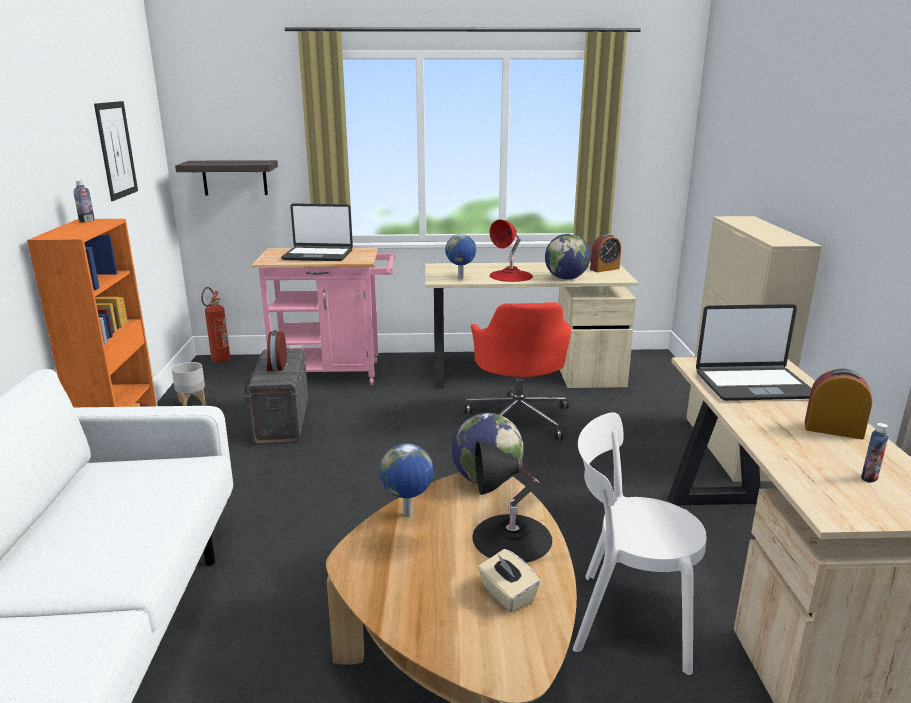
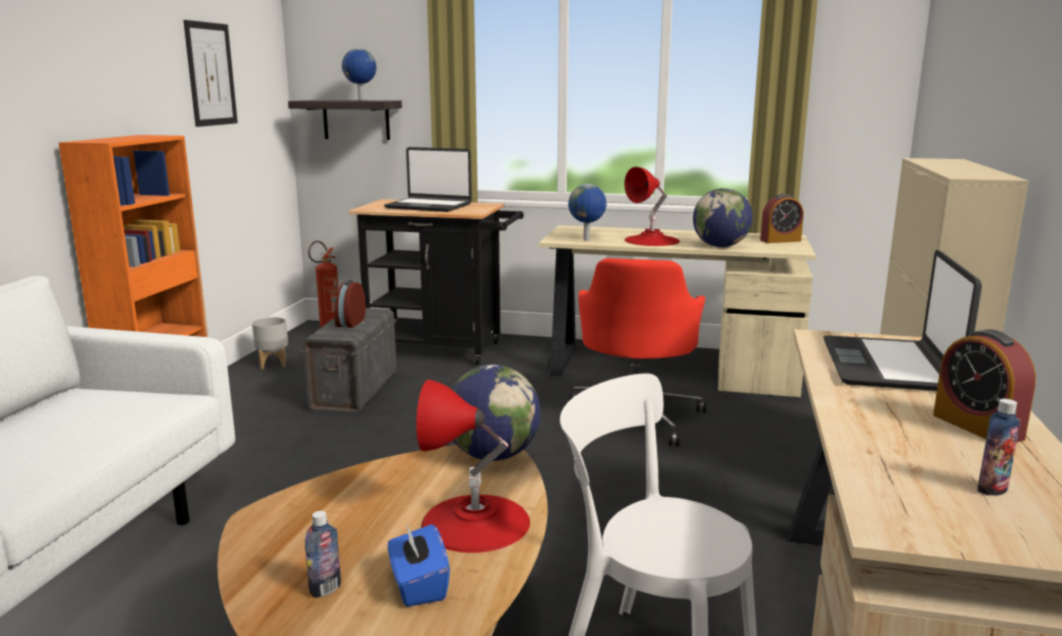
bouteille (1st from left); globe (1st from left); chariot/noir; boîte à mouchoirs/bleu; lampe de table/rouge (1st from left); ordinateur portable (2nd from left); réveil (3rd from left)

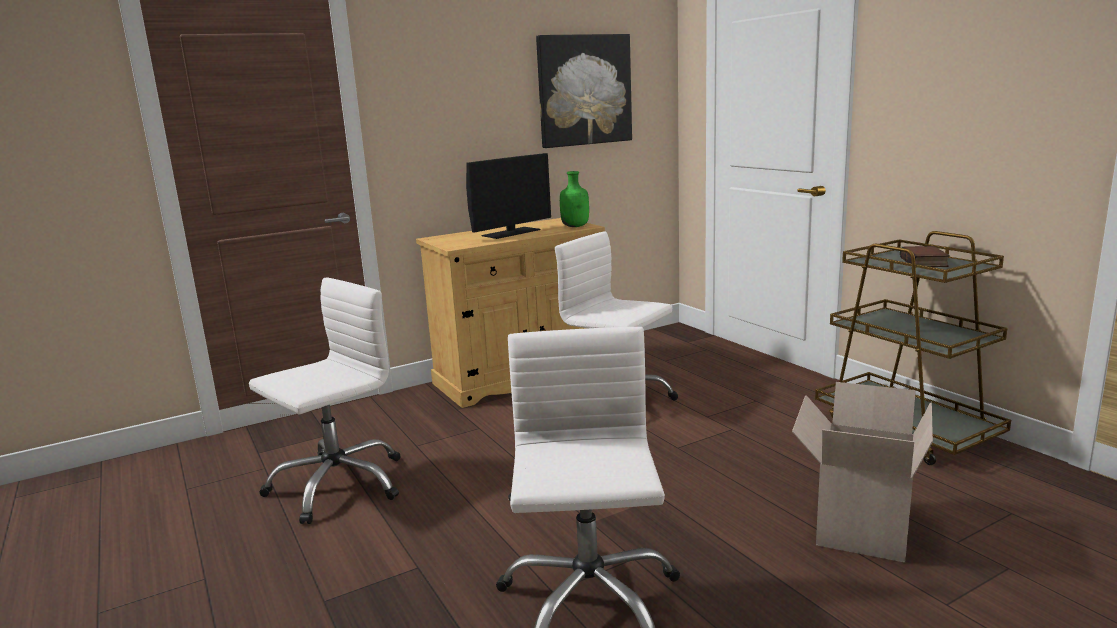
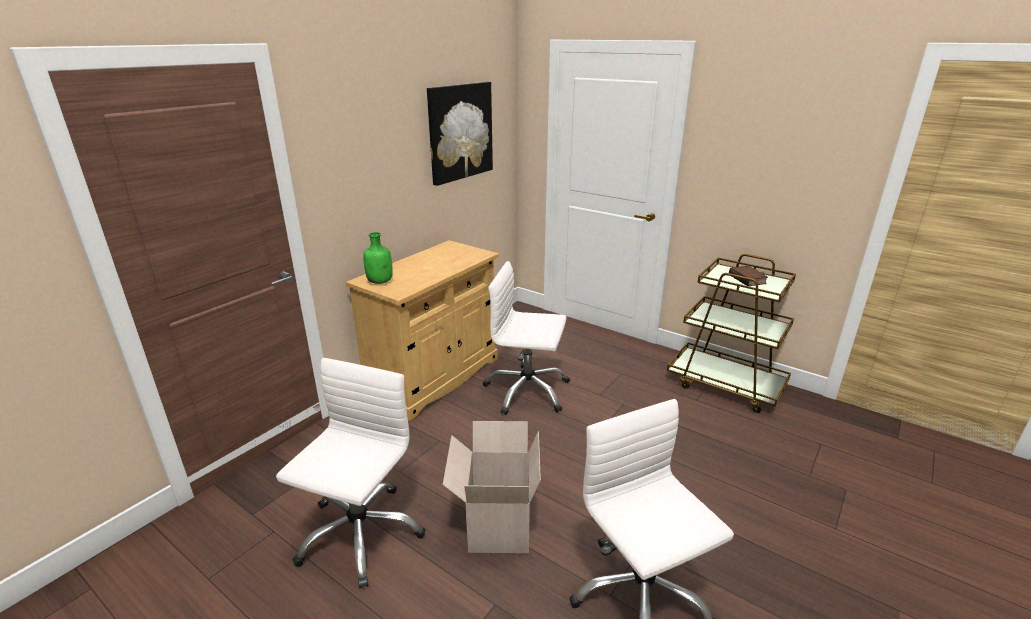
bouteille/vert; carton; écran d'ordinateur

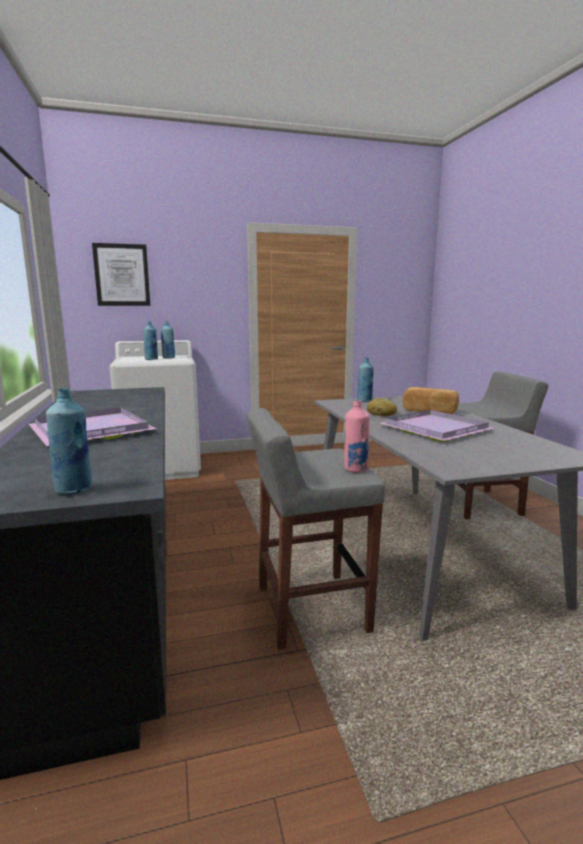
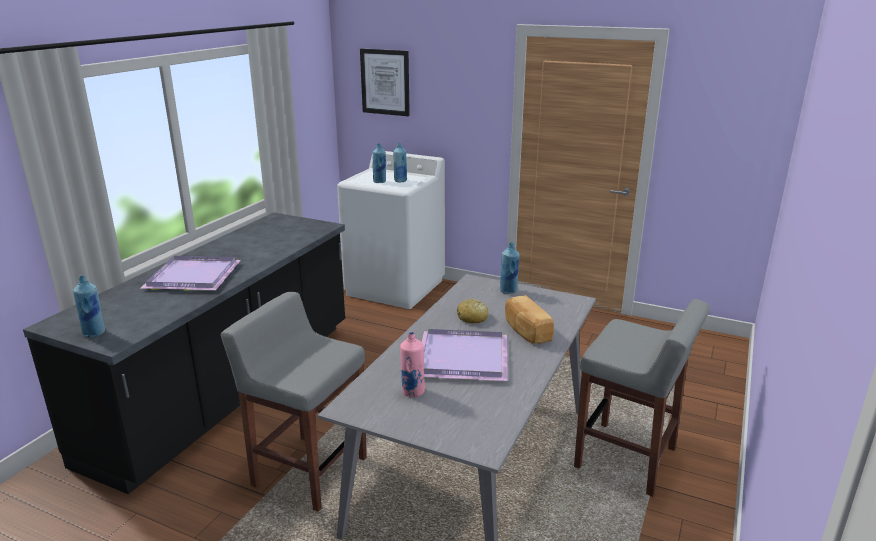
bouteille/rose

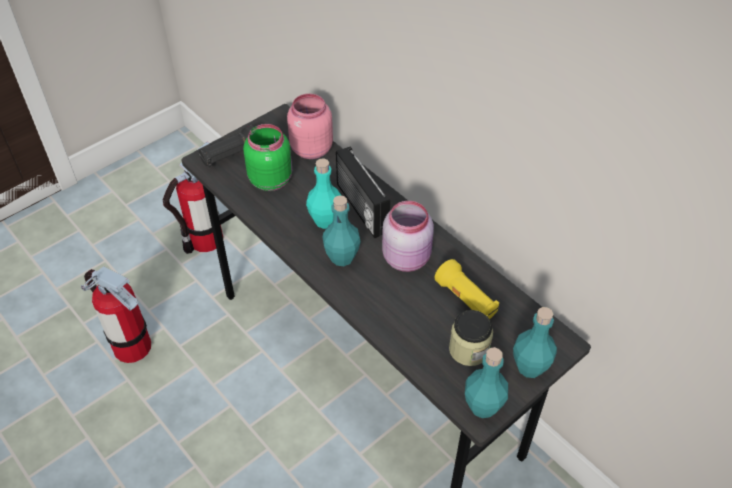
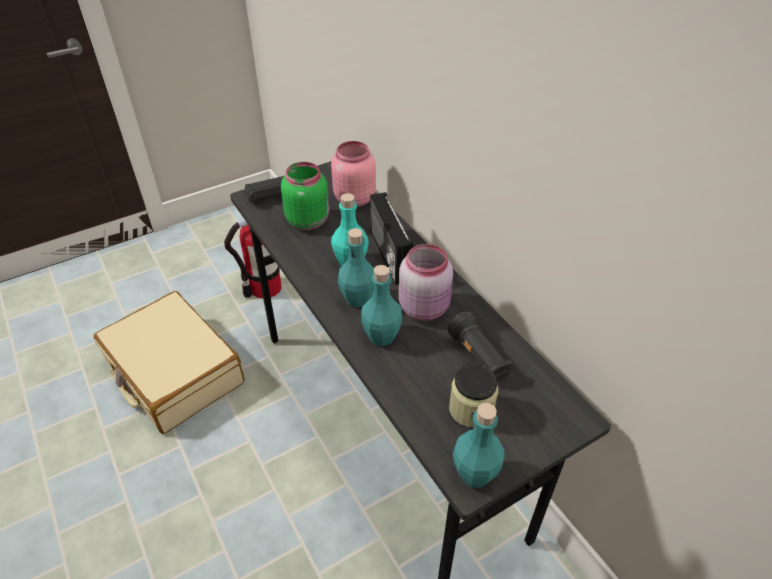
valise/beige; bouteille/turquoise (3rd from left); lampe de poche/noir (2nd from left)

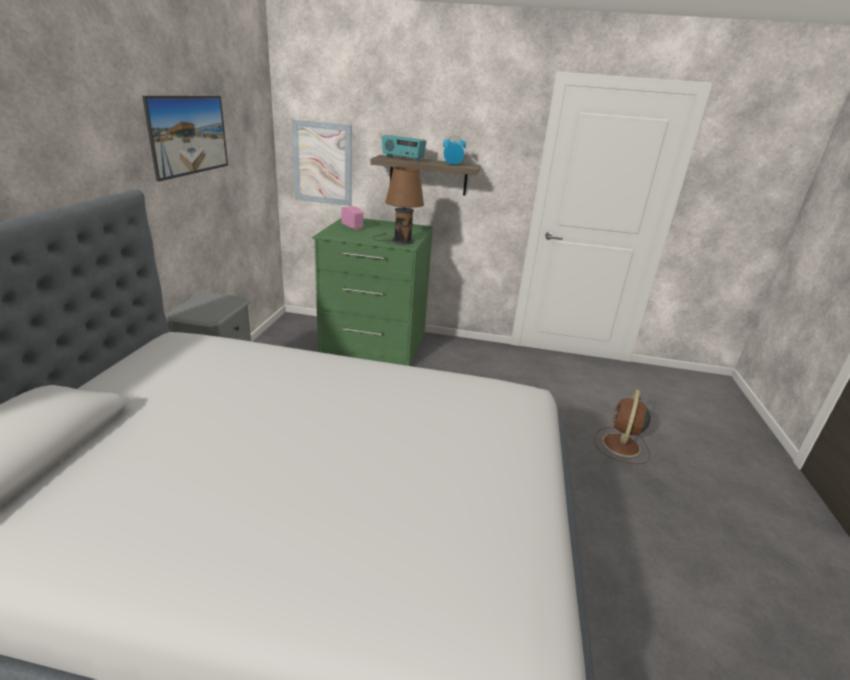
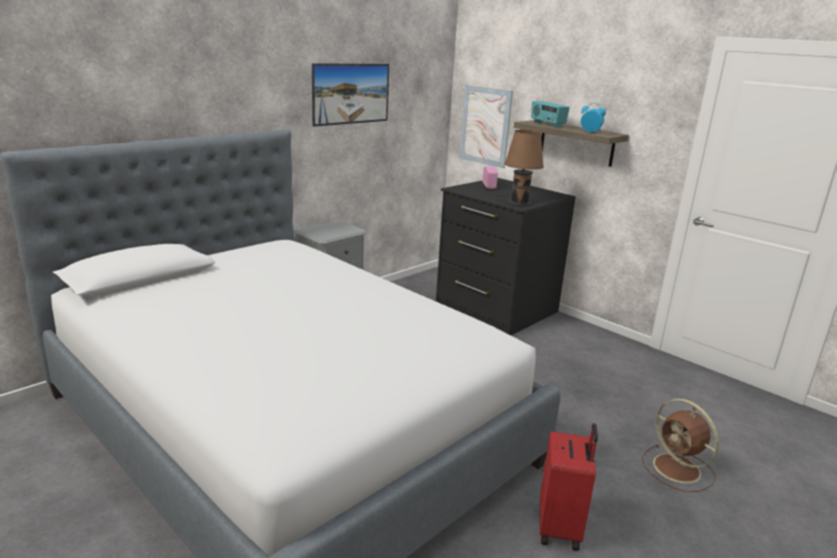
commode/noir; valise/rouge; ventilateur/marron

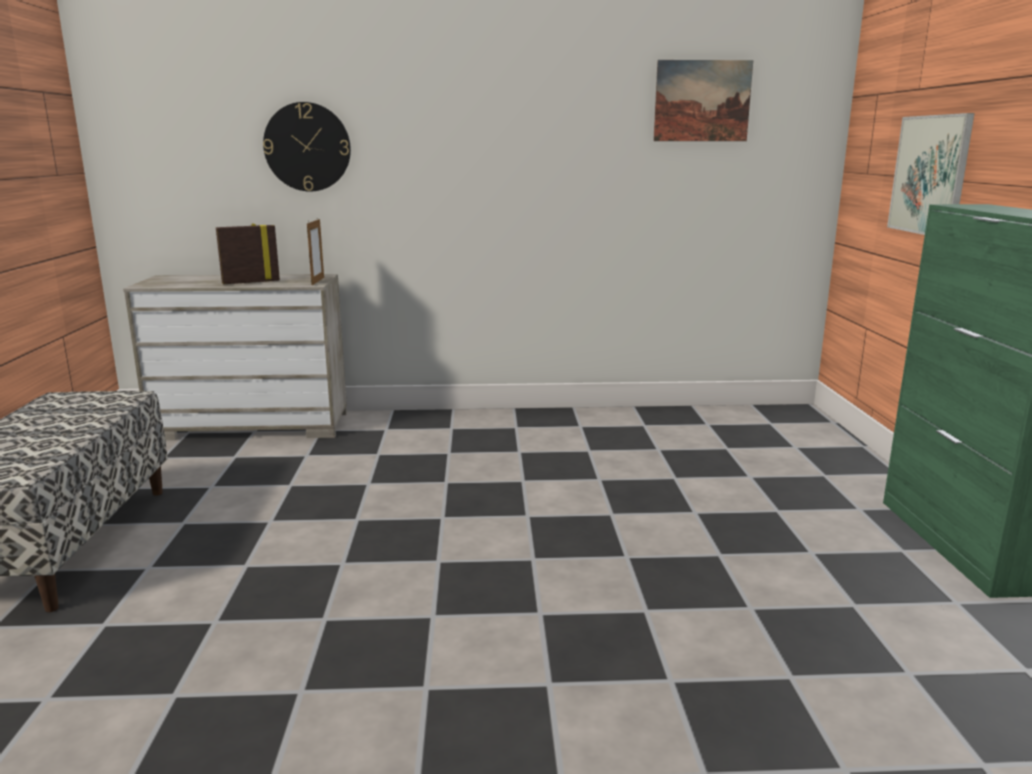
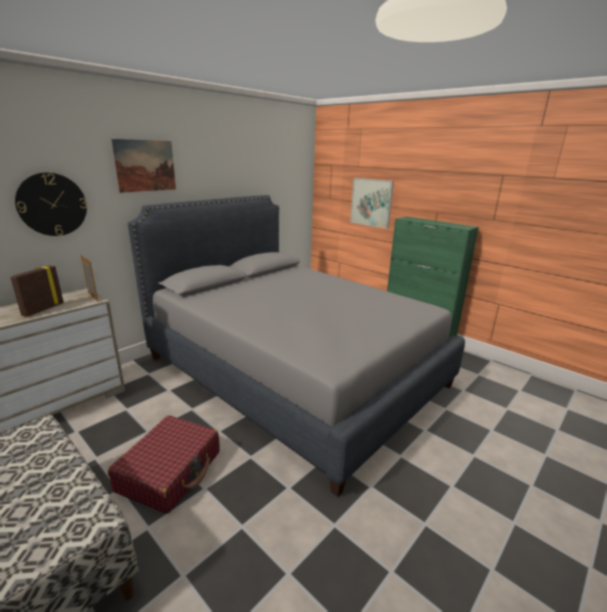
valise/rouge; tableau (1st from left); lit/gris

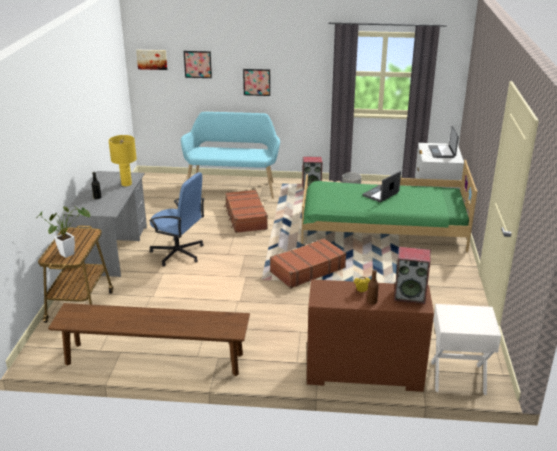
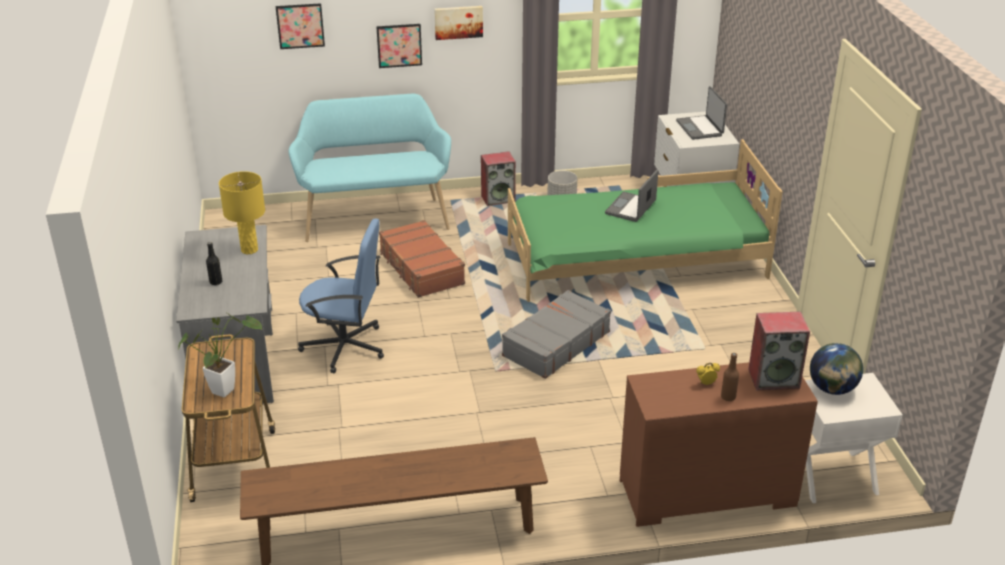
tableau (3rd from left); valise/gris; globe

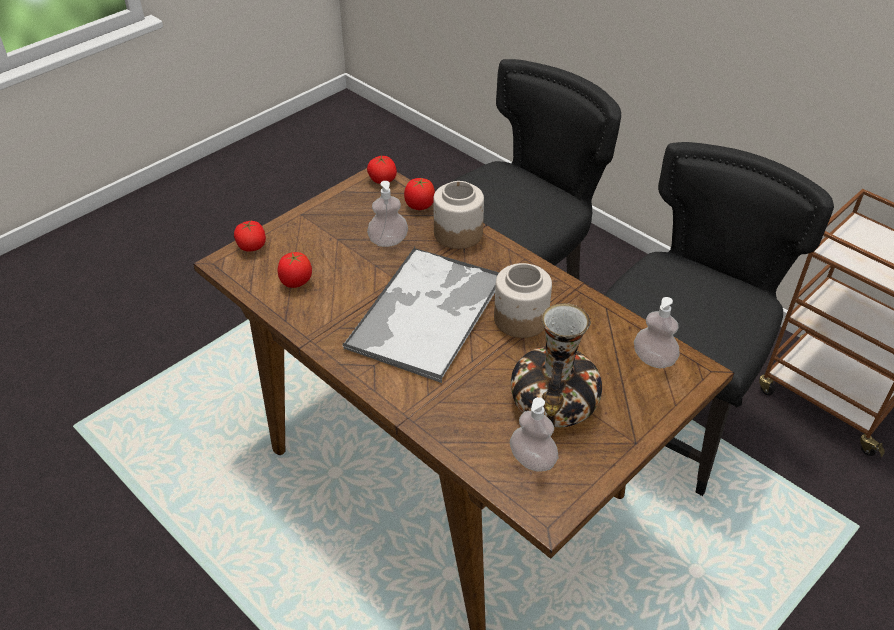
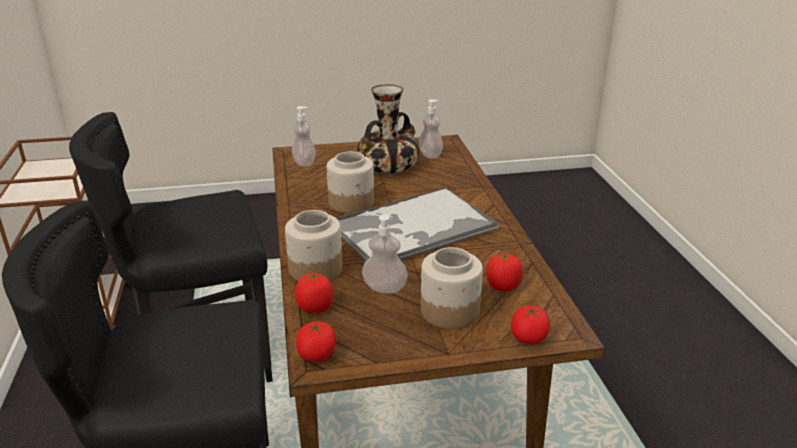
bocal (3rd from left)

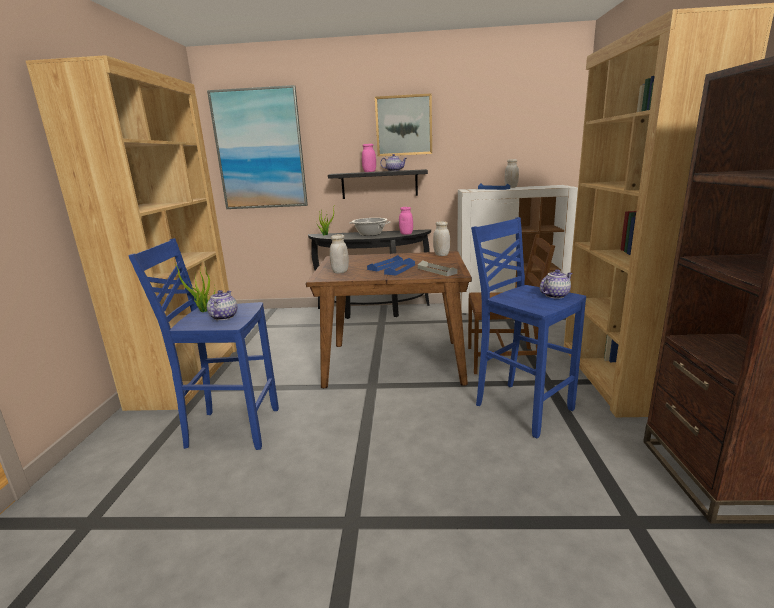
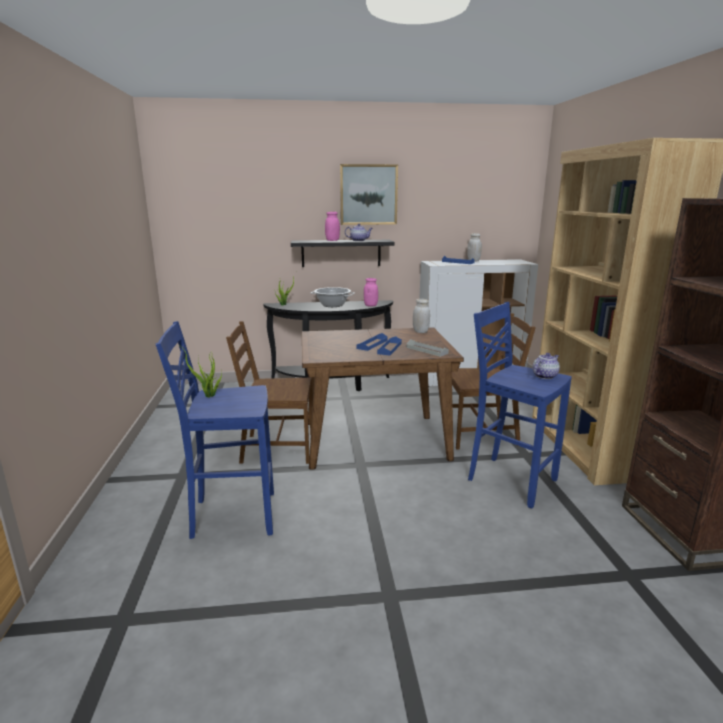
chaise/marron (1st from left); bibliothèque/marron (1st from left in the first image); tableau (1st from left in the first image); théière (1st from left in the first image); bocal/blanc (1st from left in the first image)

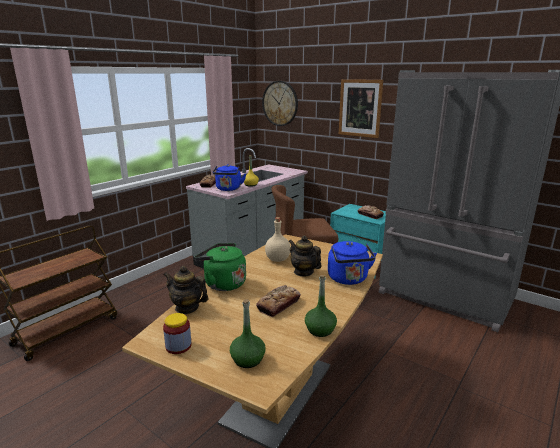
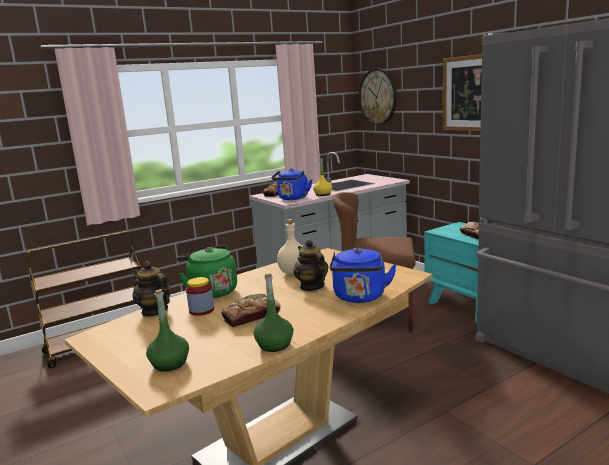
bocal

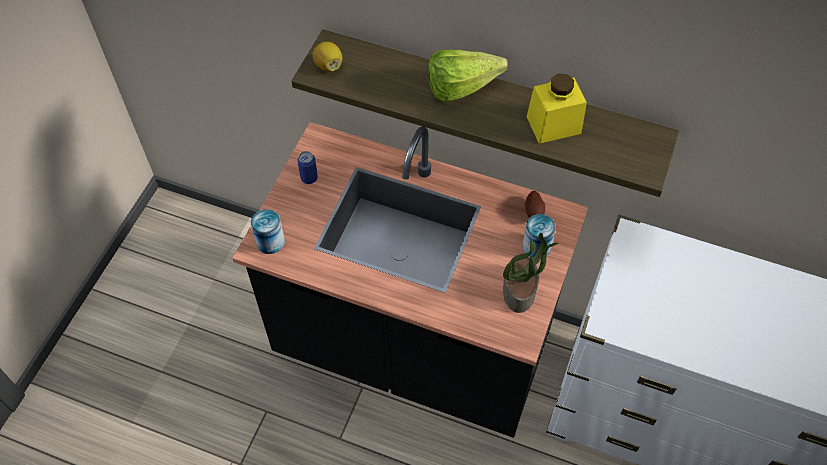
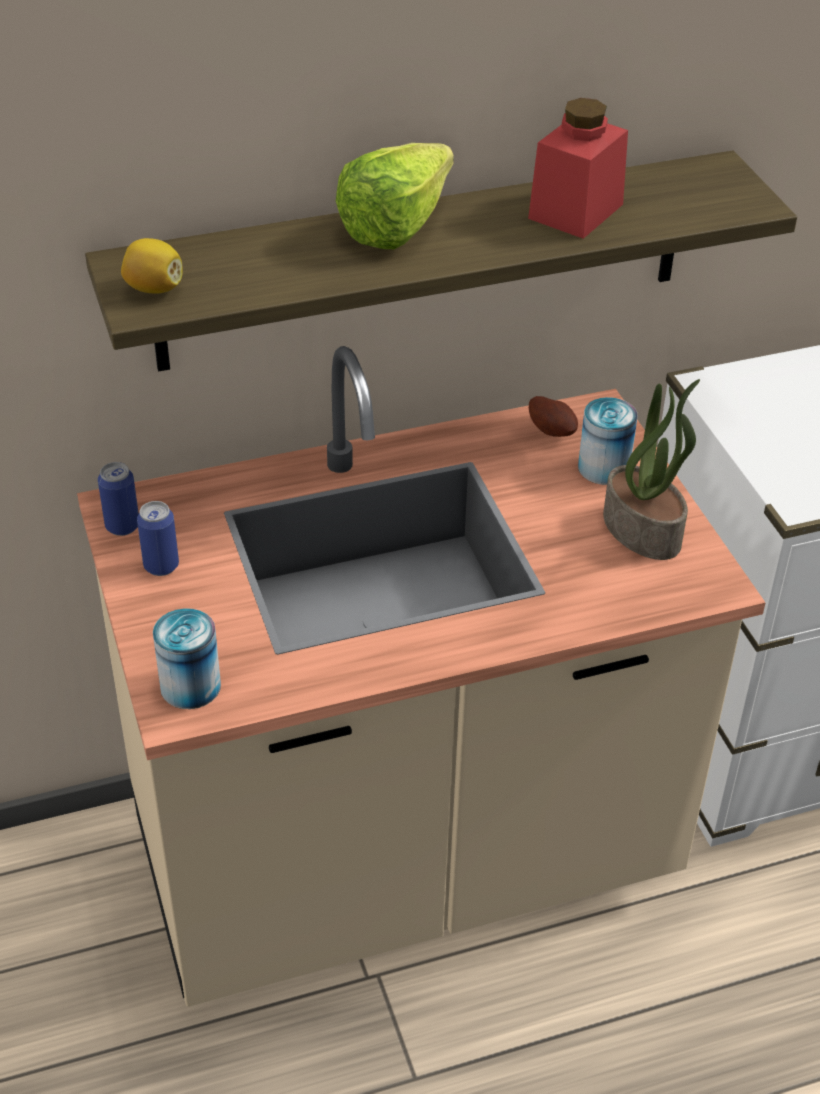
comptoir de cuisine/beige; boîte métallique (1st from left); bocal/rouge

